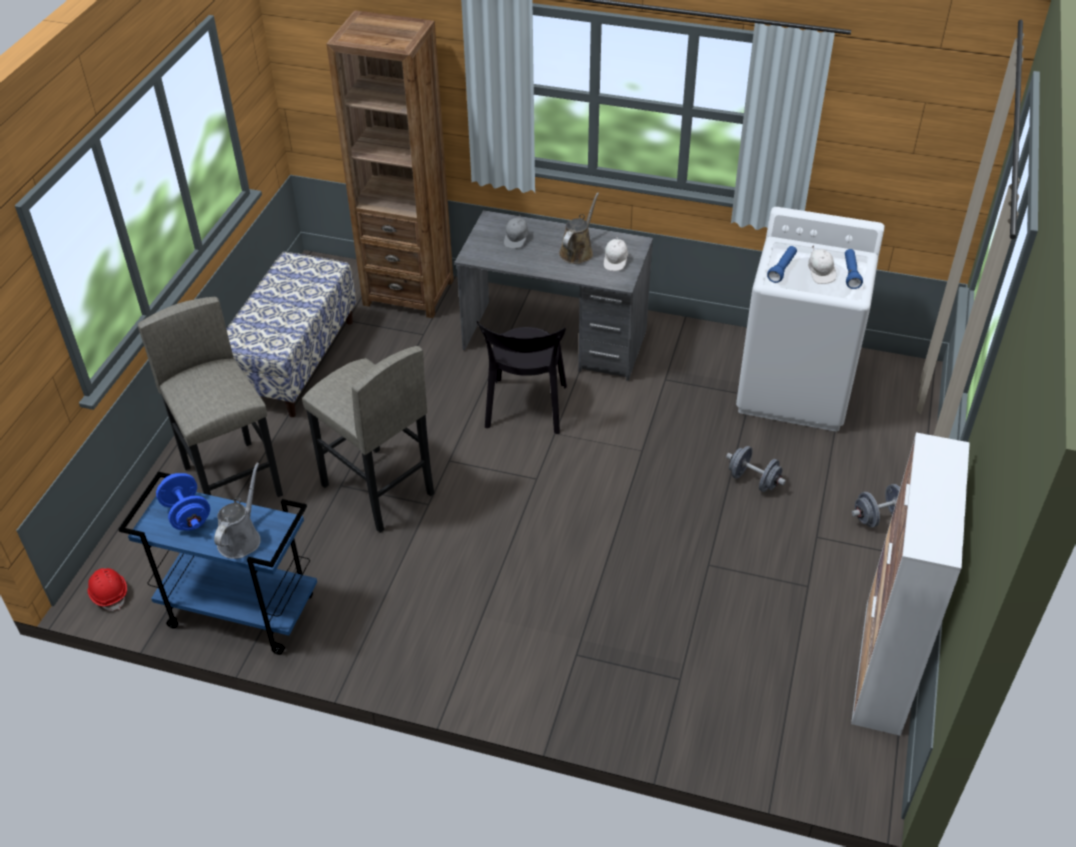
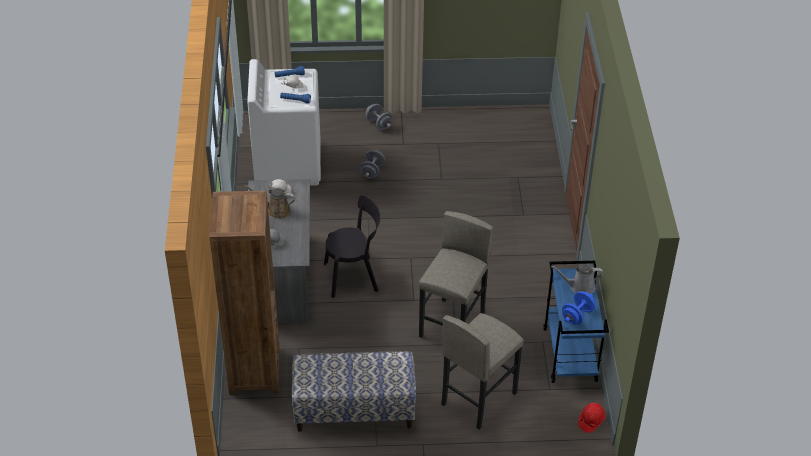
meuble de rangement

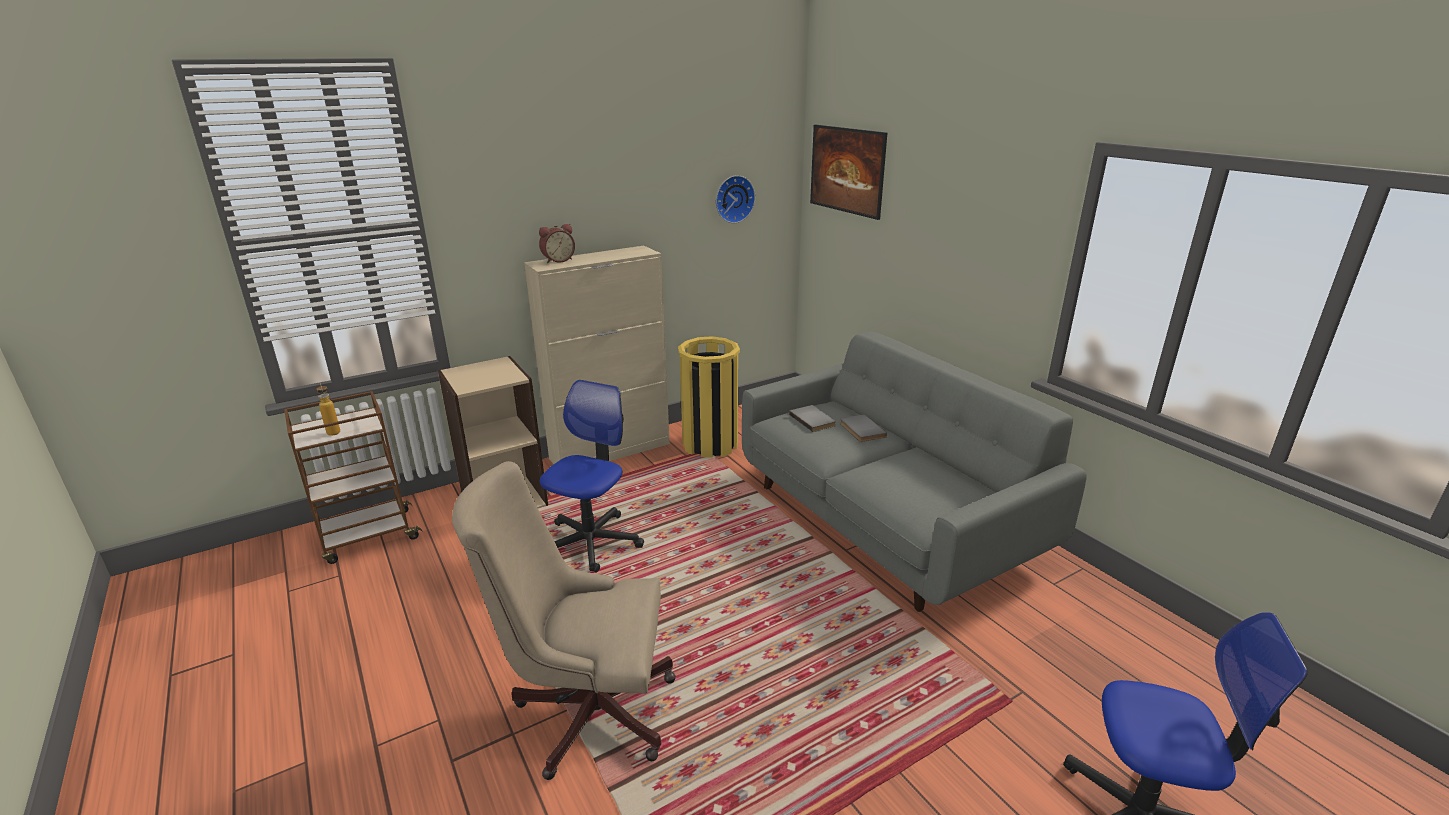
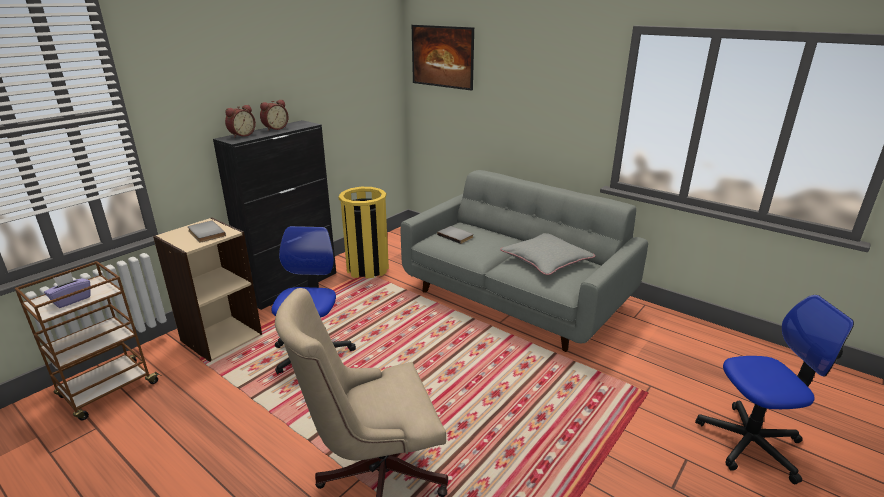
boîte à mouchoirs/violet; livre/gris (1st from left); meuble de rangement/noir; réveil (2nd from left); coussin/gris; horloge murale

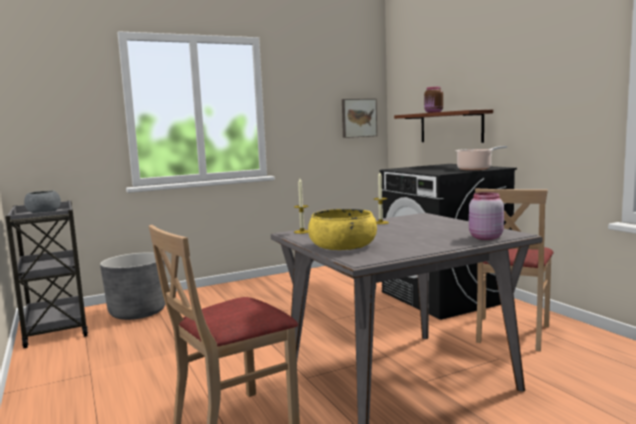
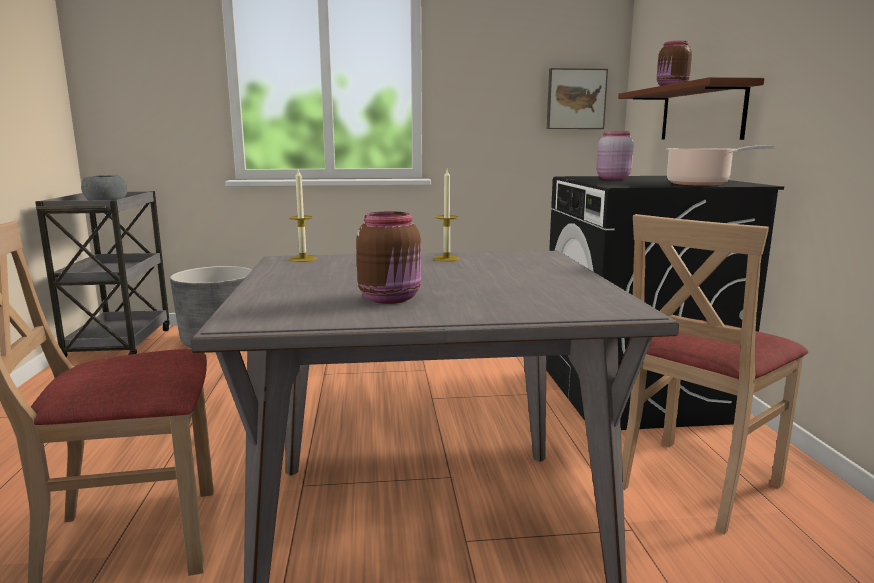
bocal/marron (1st from left); bocal/rose; bol/jaune

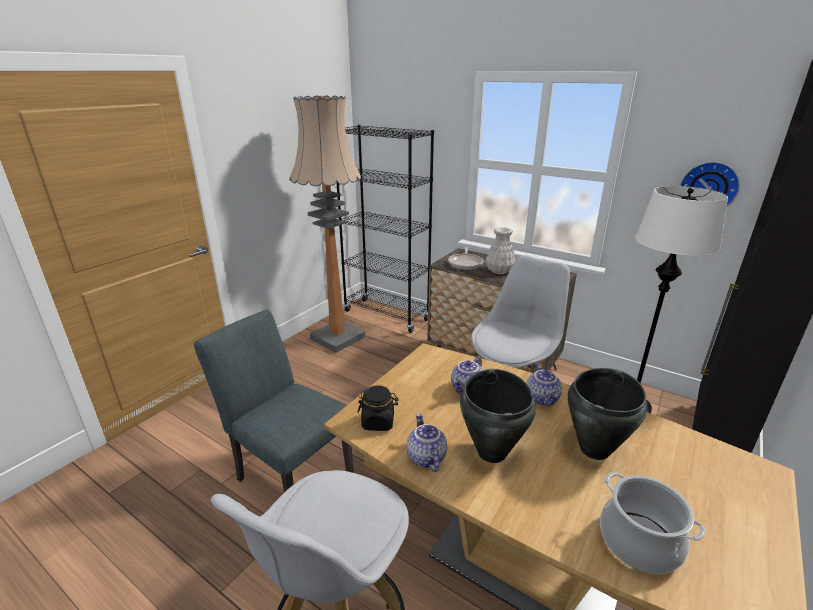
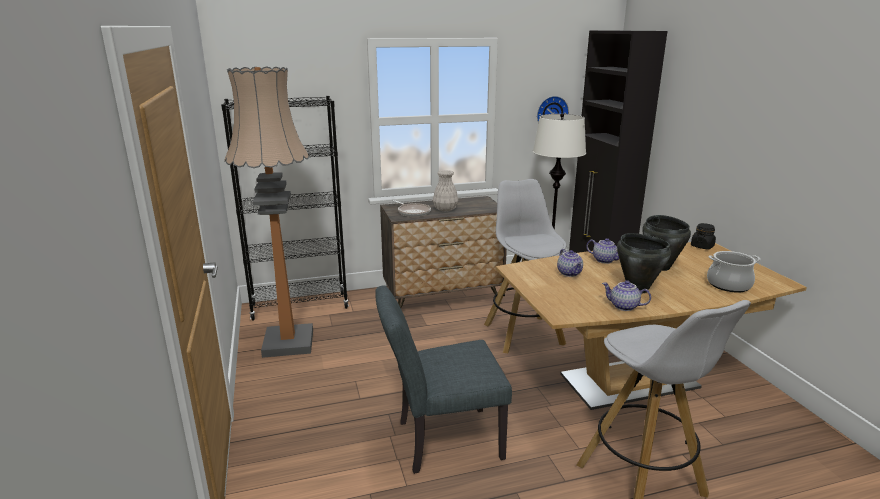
bocal/noir

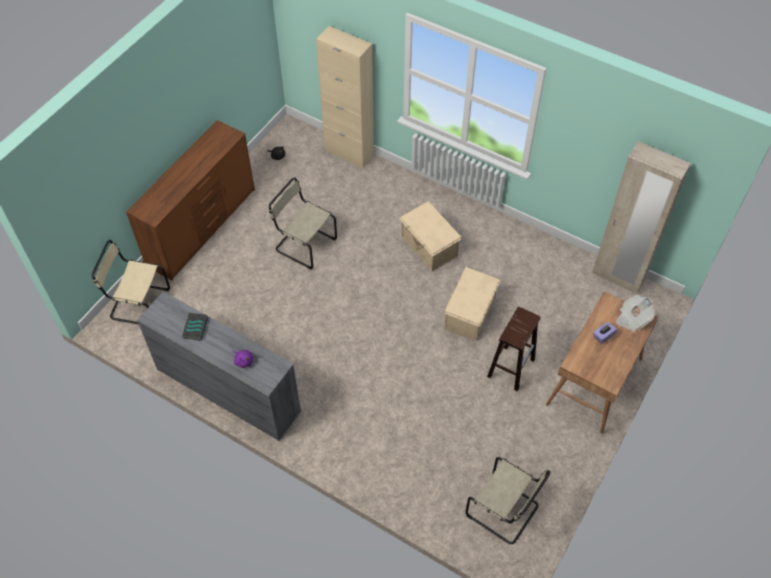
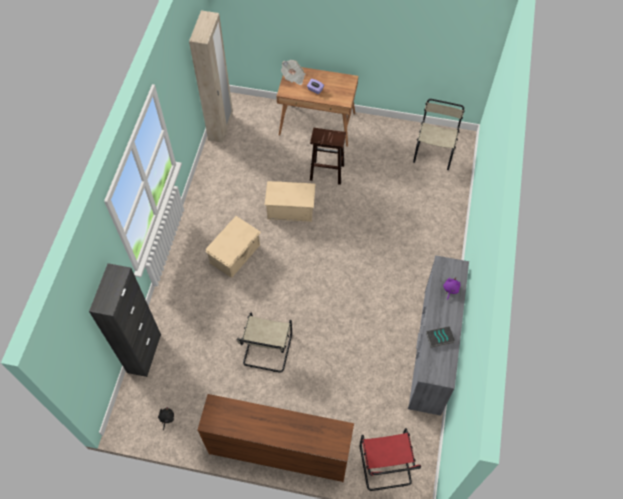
meuble de rangement/noir; chaise/rouge

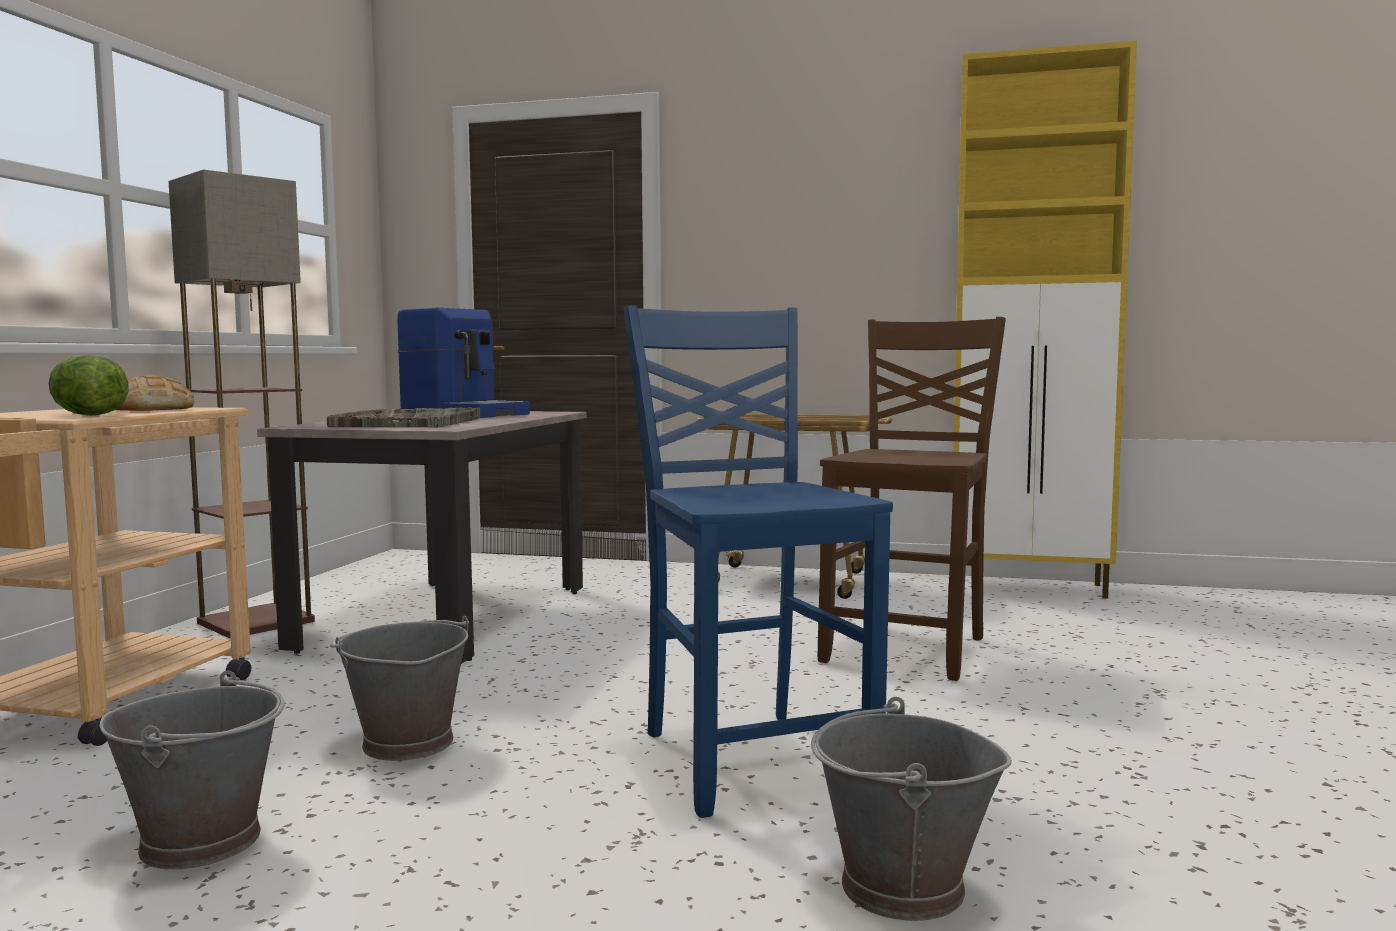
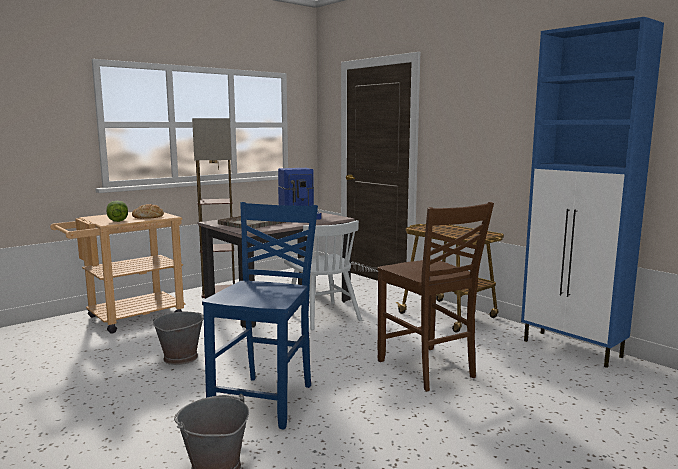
chaise/blanc; chaise/marron; meuble de rangement/bleu; seau/gris (1st from left in the first image)

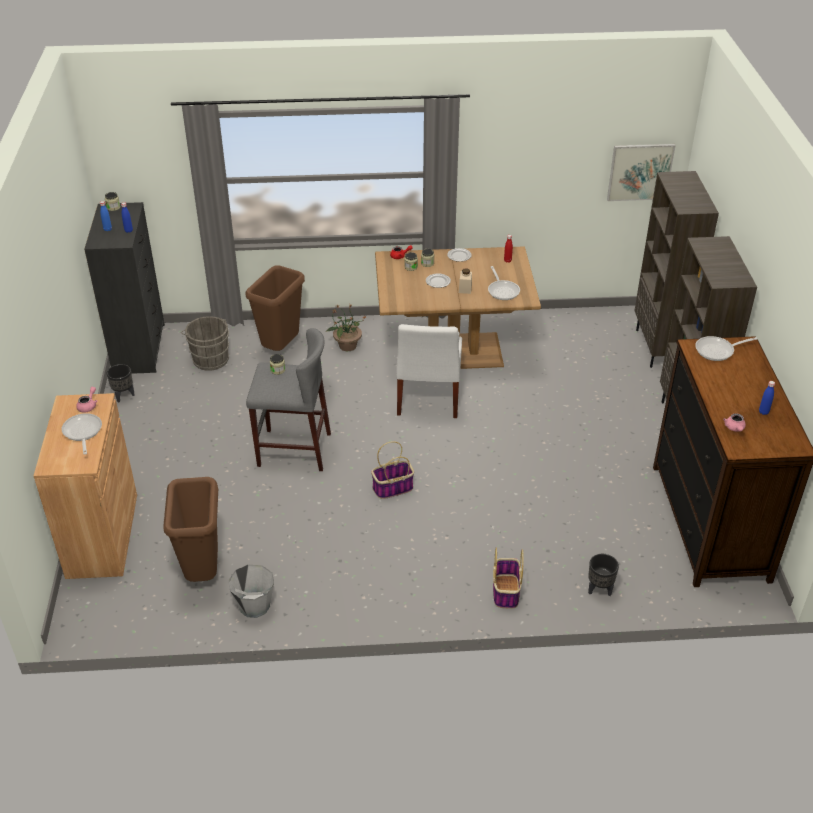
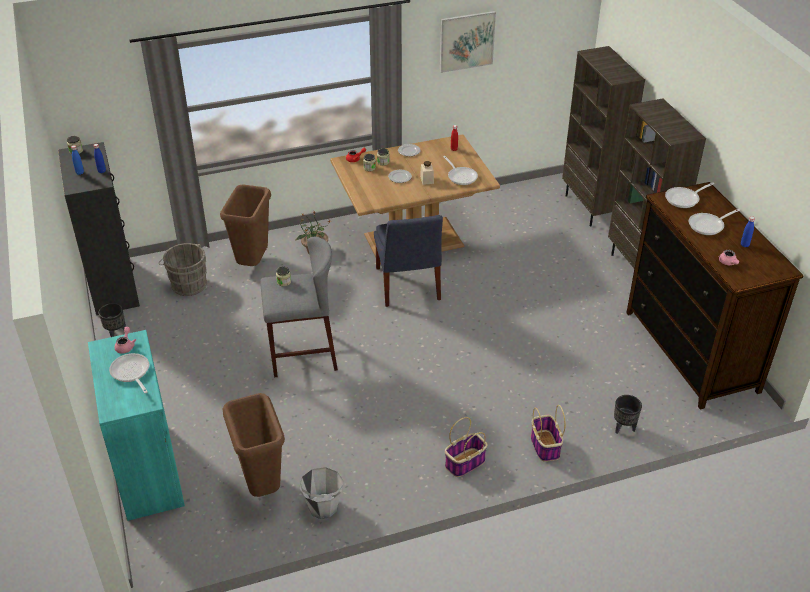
meuble de rangement/turquoise; chaise/bleu; tableau; panier (1st from left); poêle (4th from left)

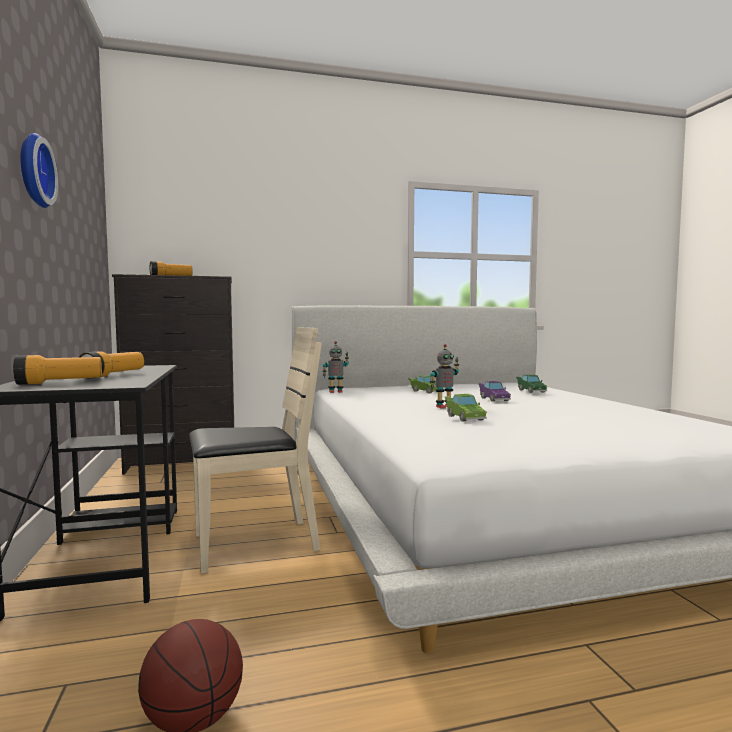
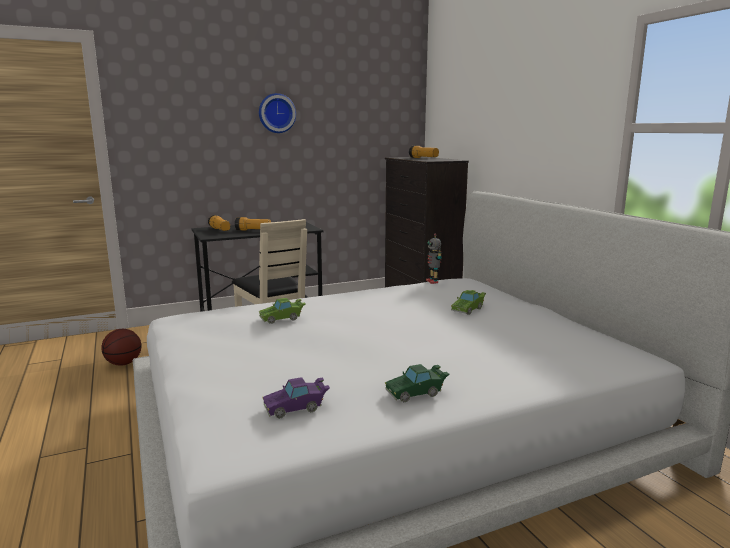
petite voiture/violet; petite voiture/vert (2nd from left); robot jouet (2nd from left in the first image)

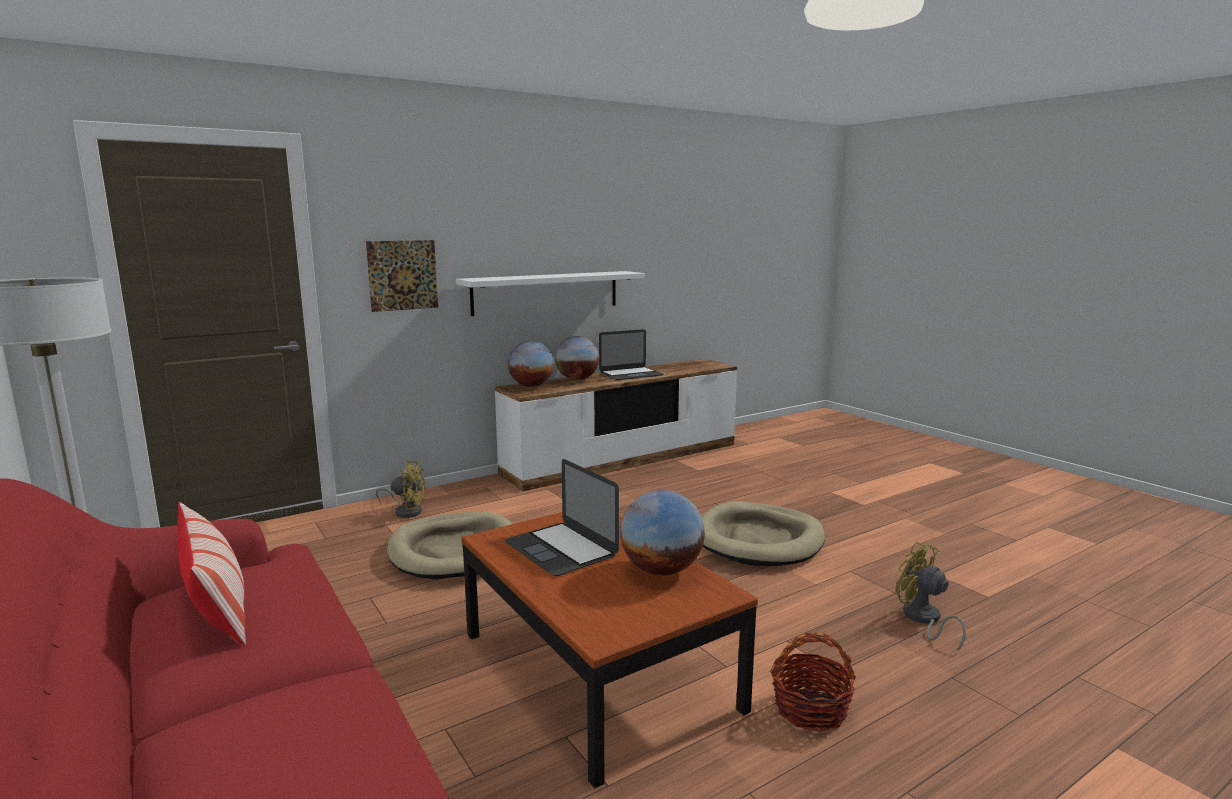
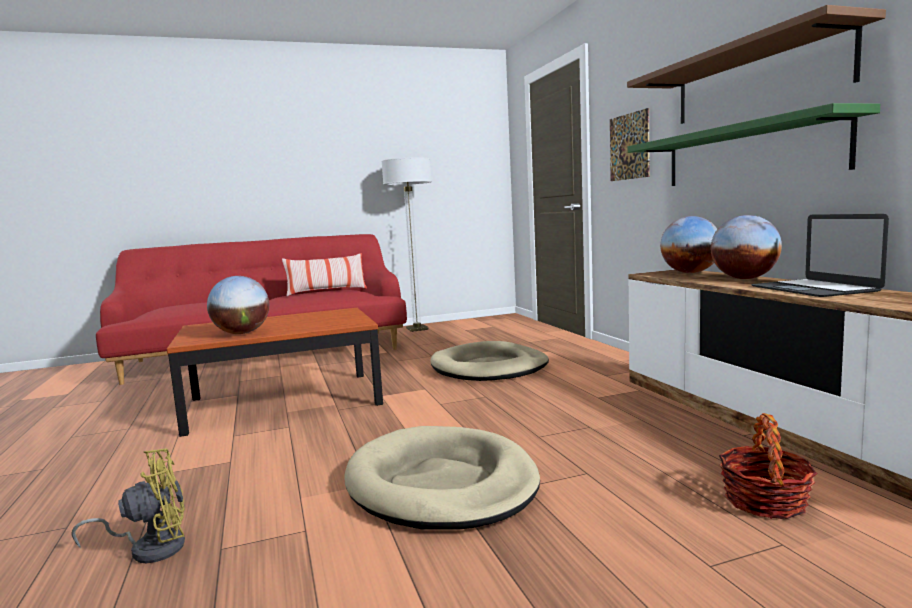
étagère/marron; étagère/vert; panier; ventilateur/jaune (1st from left in the first image); ordinateur portable (1st from left in the first image)

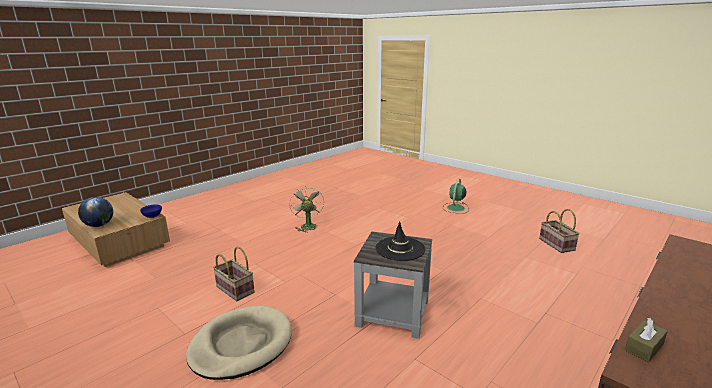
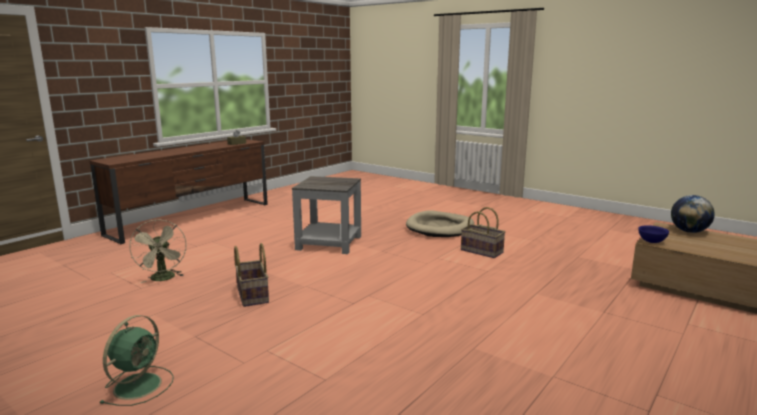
ventilateur/beige; panier (1st from left); chapeau/noir

